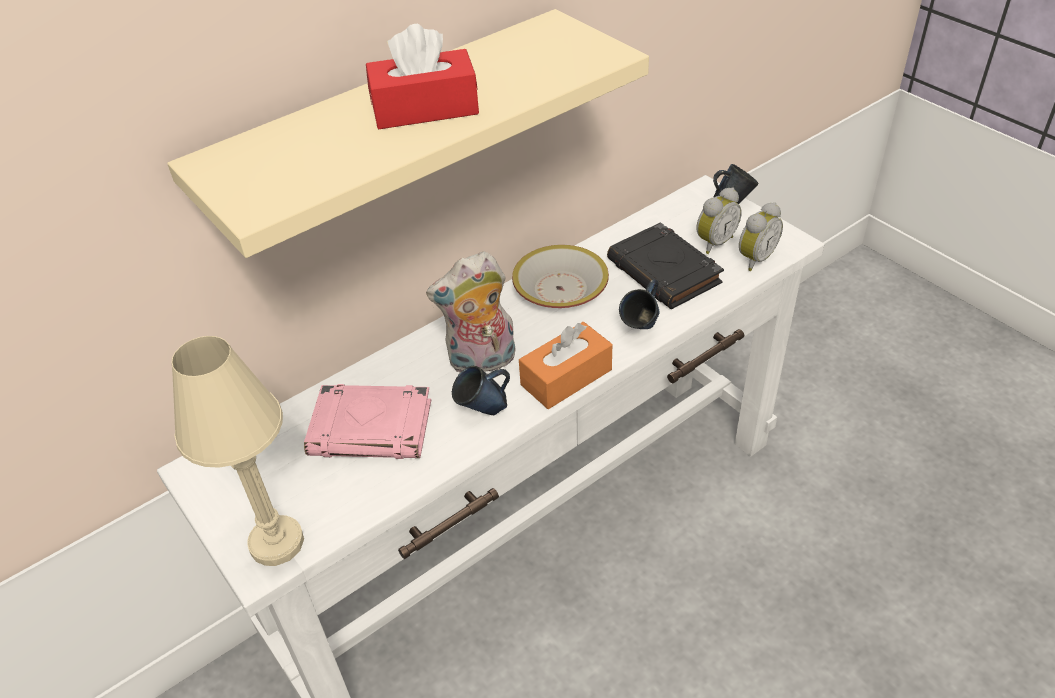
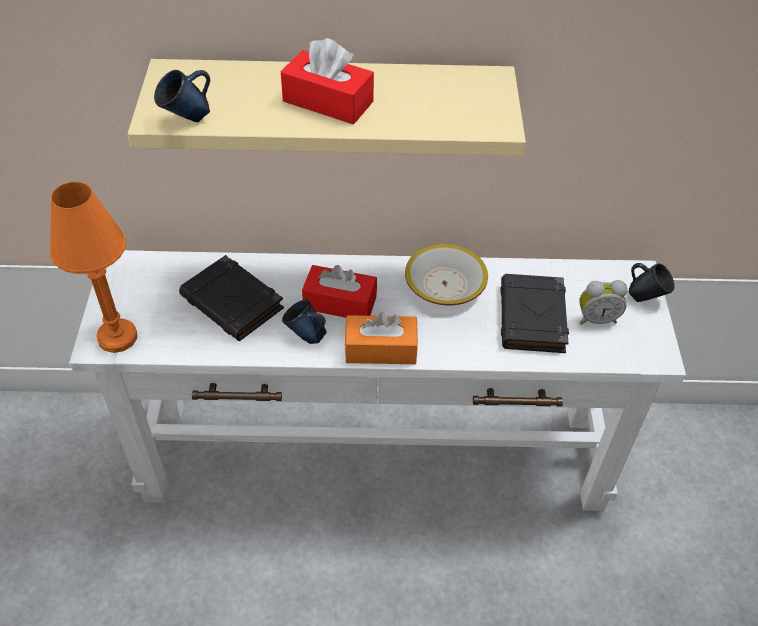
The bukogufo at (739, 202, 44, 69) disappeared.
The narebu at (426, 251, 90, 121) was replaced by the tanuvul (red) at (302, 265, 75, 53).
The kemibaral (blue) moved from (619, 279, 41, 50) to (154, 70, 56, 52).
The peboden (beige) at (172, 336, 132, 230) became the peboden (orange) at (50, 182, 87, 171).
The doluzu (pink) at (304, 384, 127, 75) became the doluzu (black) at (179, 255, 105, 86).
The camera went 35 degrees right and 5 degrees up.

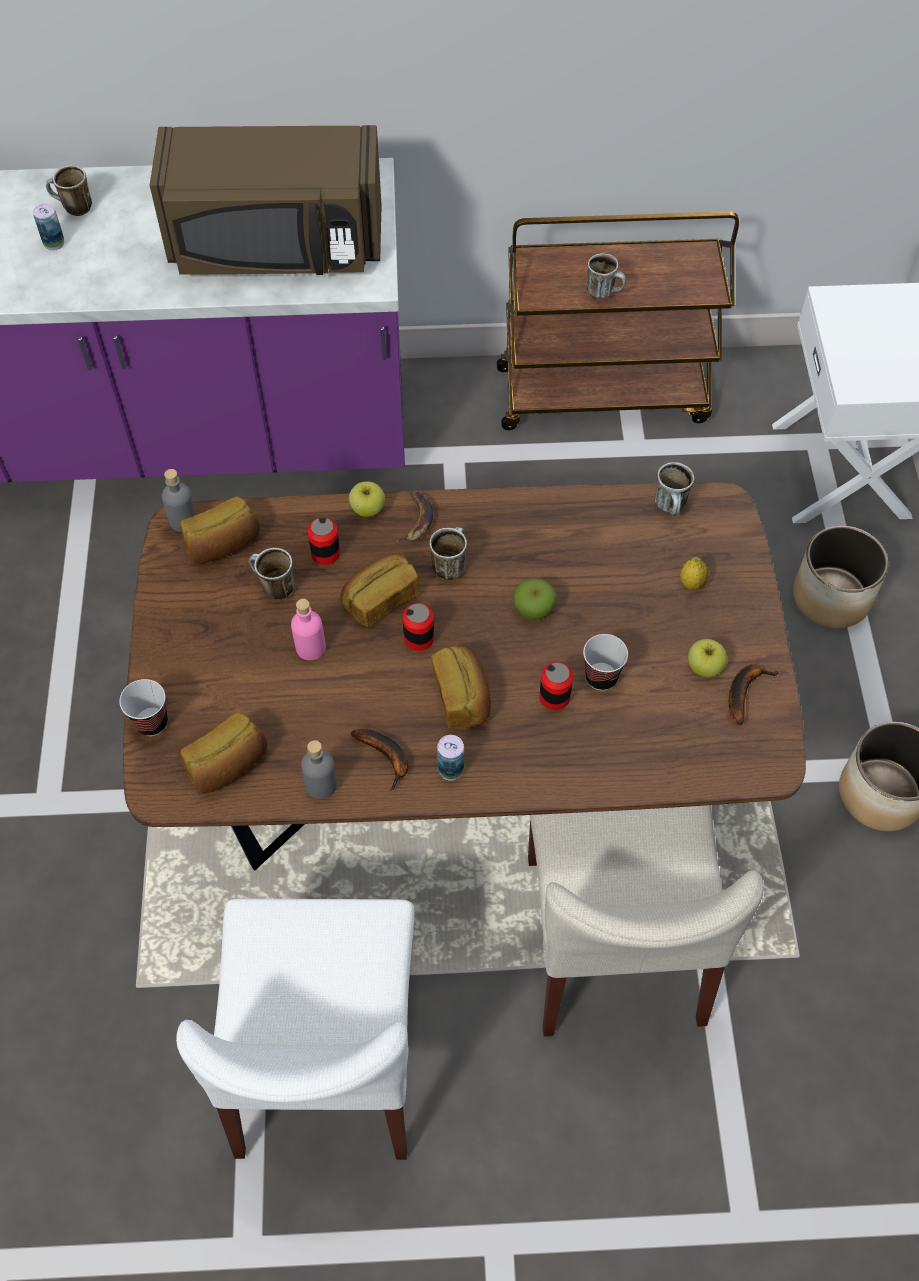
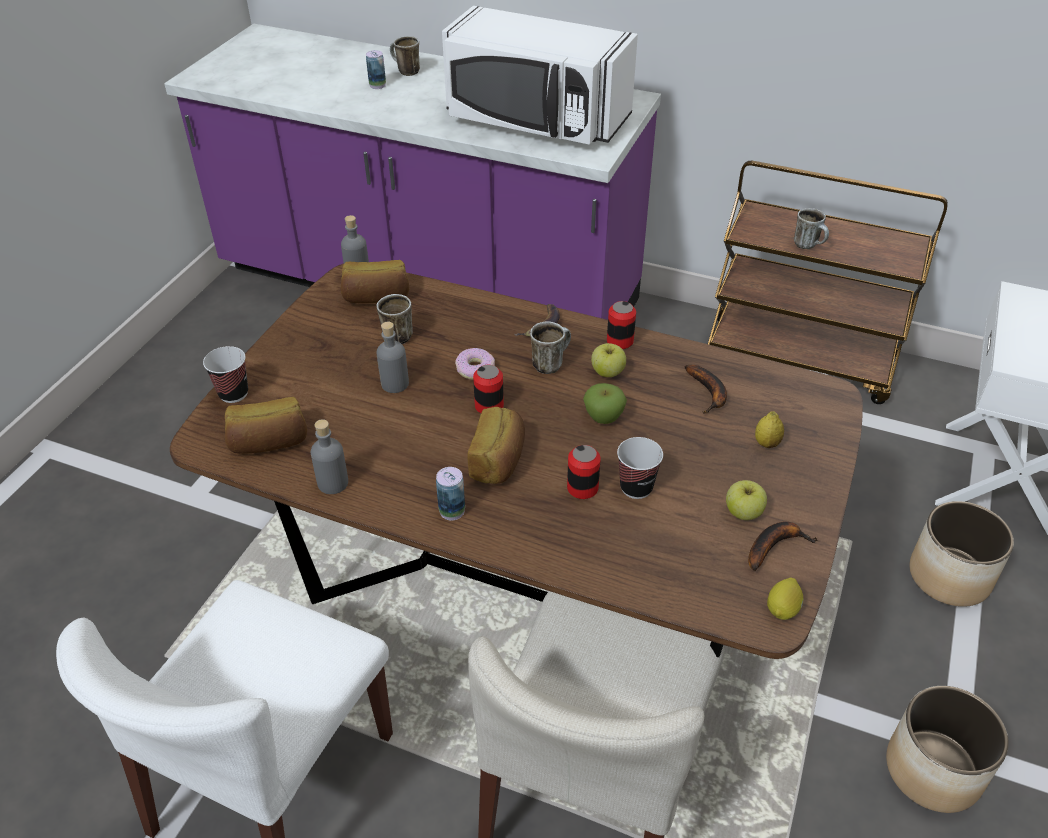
The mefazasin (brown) at (150, 125, 232, 150) became the mefazasin (white) at (442, 6, 196, 139).
The kemibaral at (655, 462, 39, 54) disappeared.
The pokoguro moved from (349, 481, 36, 36) to (591, 343, 35, 34).
The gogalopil moved from (308, 518, 32, 47) to (607, 301, 29, 48).
The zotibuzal at (340, 553, 80, 74) was replaced by the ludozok at (455, 348, 40, 32).
The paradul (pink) at (291, 599, 35, 61) became the paradul (grey) at (377, 322, 32, 71).
The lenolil moved from (350, 729, 59, 62) to (684, 365, 43, 49).
The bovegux at (767, 578, 36, 42) appeared.
The camera went 25 degrees right and 15 degrees down.

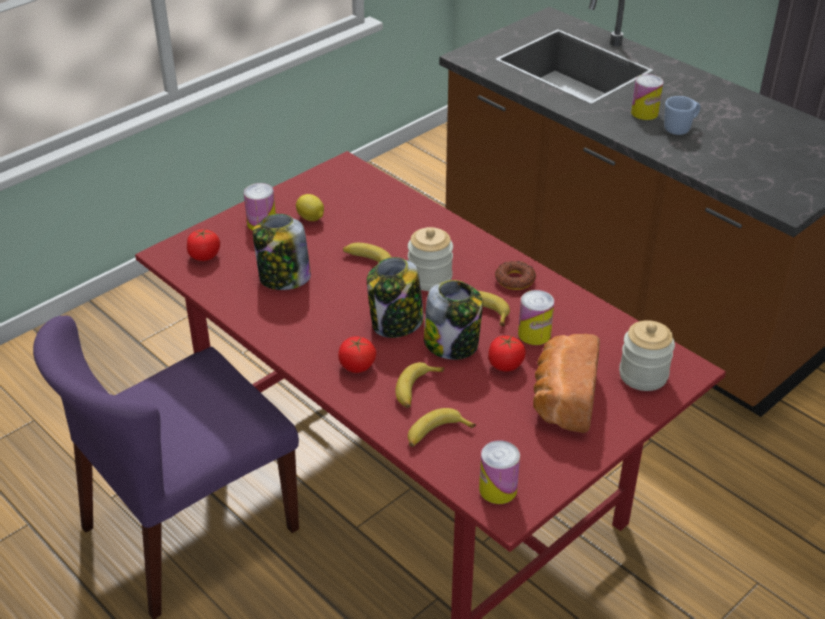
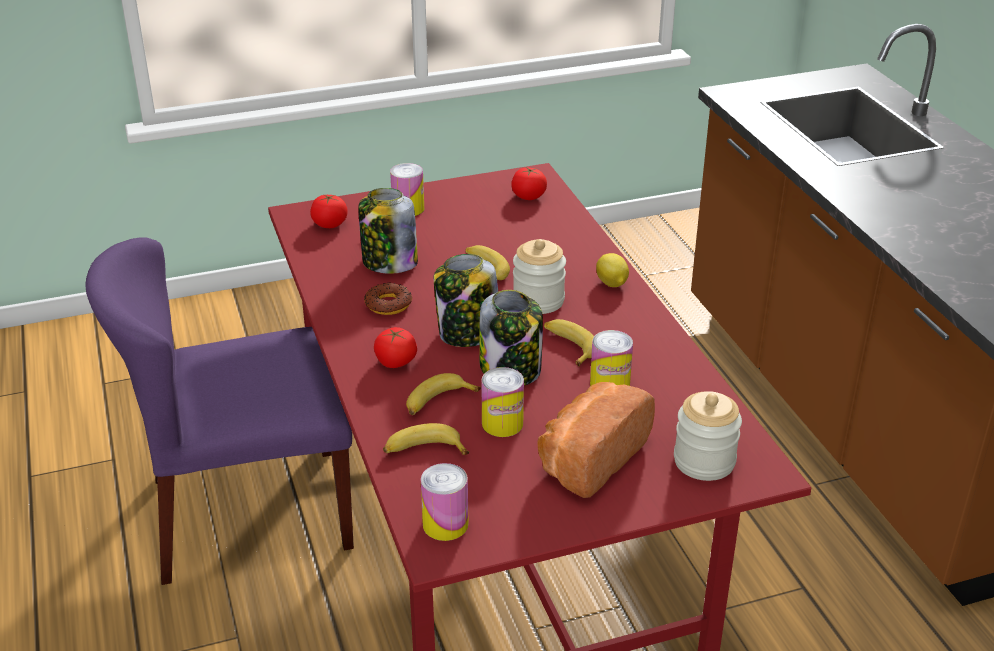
The gogalopil moved from (631, 74, 32, 46) to (481, 367, 43, 70).
The kemibaral (blue) at (664, 96, 36, 39) disappeared.
The bovegux moved from (296, 194, 28, 27) to (596, 253, 33, 34).
The ludozok moved from (495, 261, 41, 29) to (364, 282, 48, 33).
The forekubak moved from (488, 336, 38, 35) to (511, 167, 36, 33).
The camera went 25 degrees right and 5 degrees down.

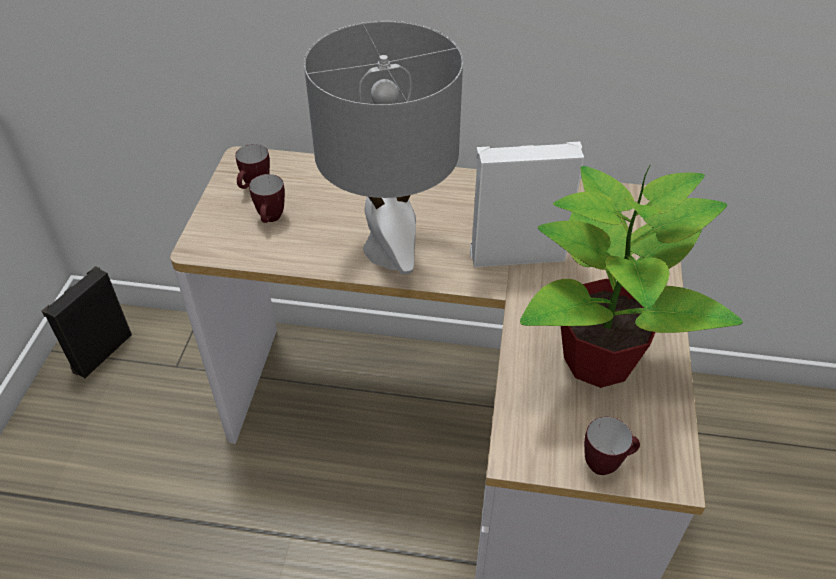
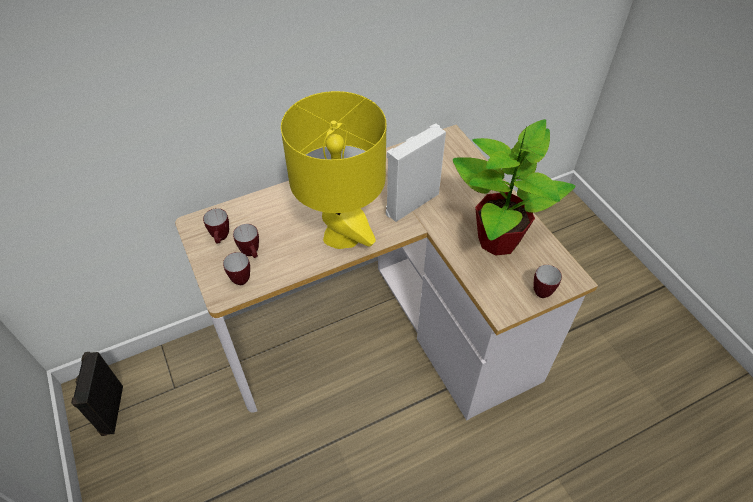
The peboden (grey) at (304, 21, 159, 253) became the peboden (yellow) at (281, 91, 105, 158).
The kemibaral at (223, 252, 27, 33) appeared.
The camera went 35 degrees left and 5 degrees up.

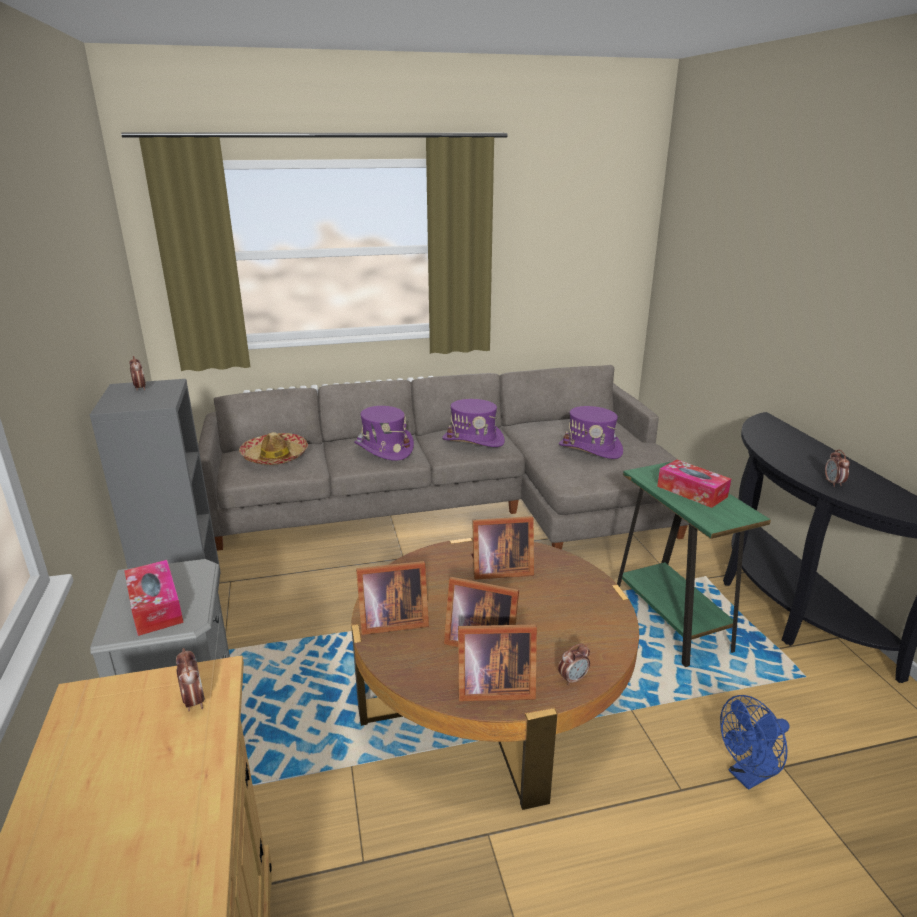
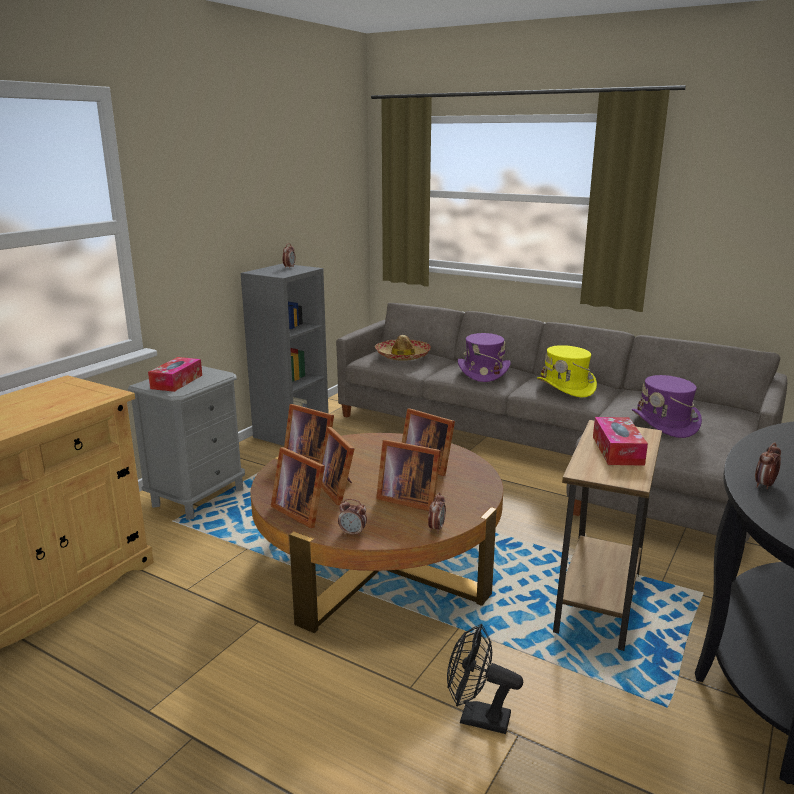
The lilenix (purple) at (442, 399, 63, 48) became the lilenix (yellow) at (537, 345, 60, 52).
The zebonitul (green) at (617, 461, 154, 206) became the zebonitul (brown) at (553, 420, 109, 231).
The bukogufo moved from (176, 648, 29, 63) to (428, 493, 18, 41).
The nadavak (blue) at (720, 695, 69, 95) became the nadavak (black) at (447, 624, 76, 110).
The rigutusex at (376, 440, 65, 71) appeared.
The camera went 45 degrees right and 5 degrees down.

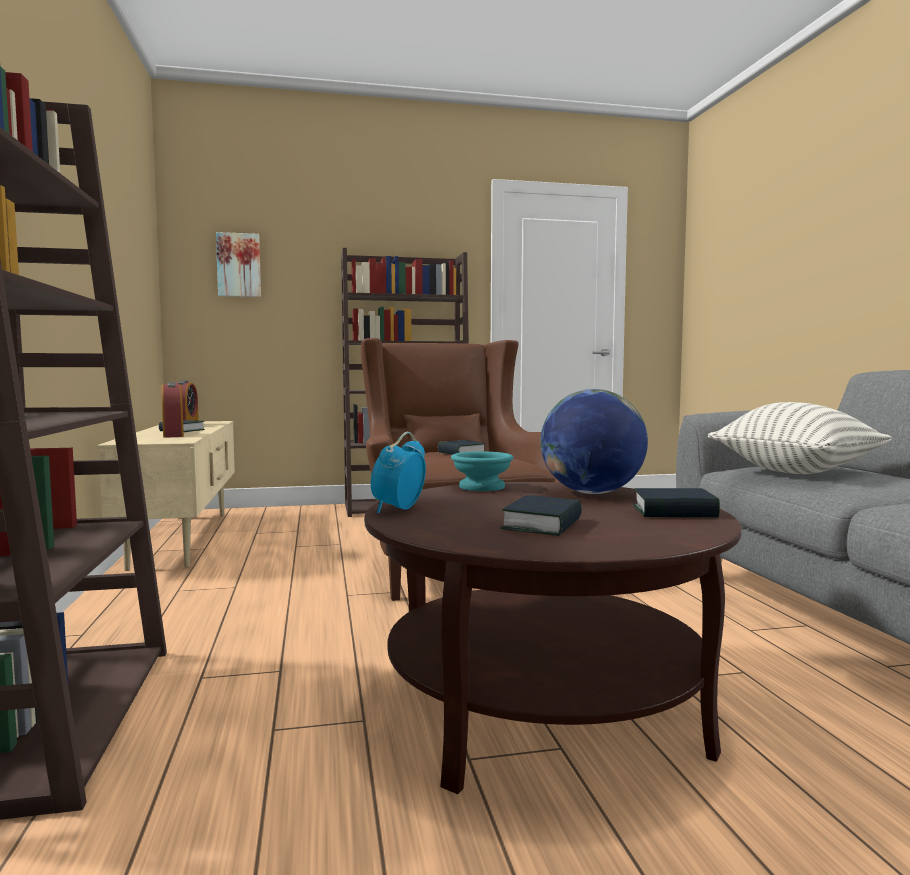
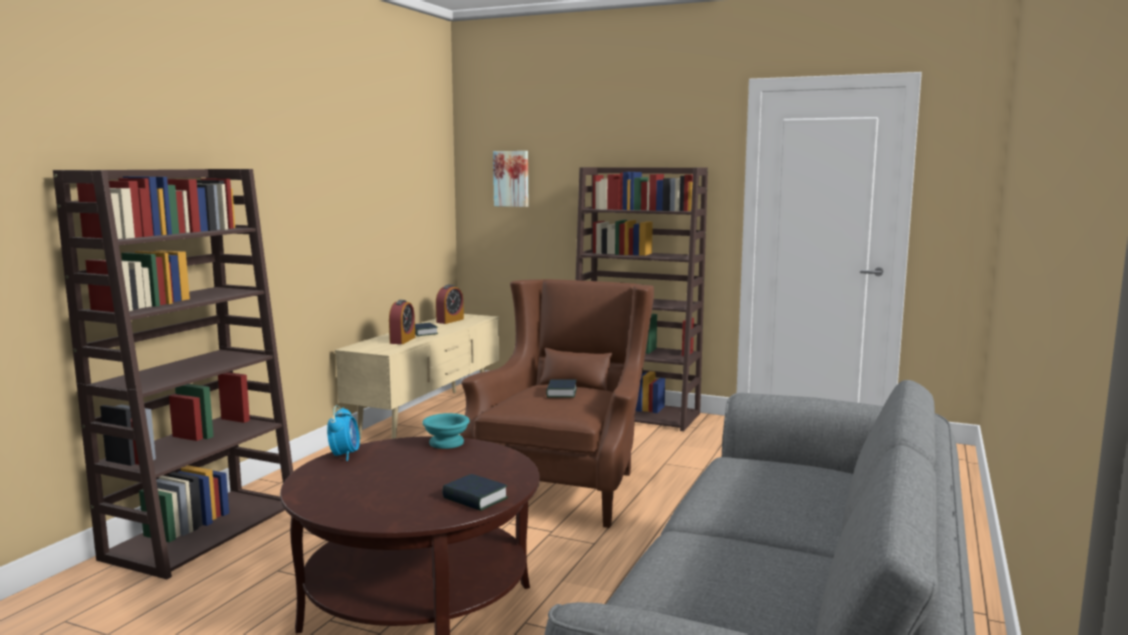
The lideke at (541, 389, 107, 105) disappeared.
The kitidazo at (708, 402, 184, 72) disappeared.
The bukogufo at (371, 432, 55, 81) turned 120 degrees clockwise.
The doluzu at (500, 495, 82, 41) disappeared.
The camera went 35 degrees right and 5 degrees up.

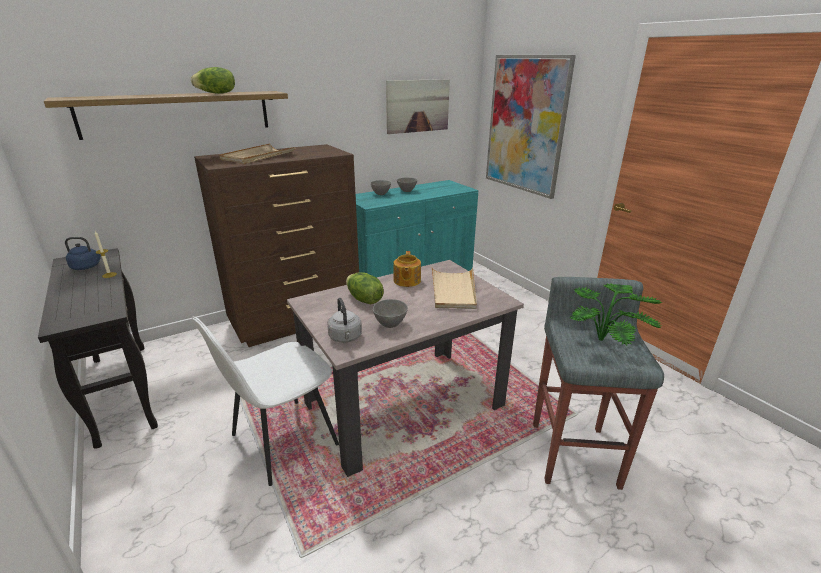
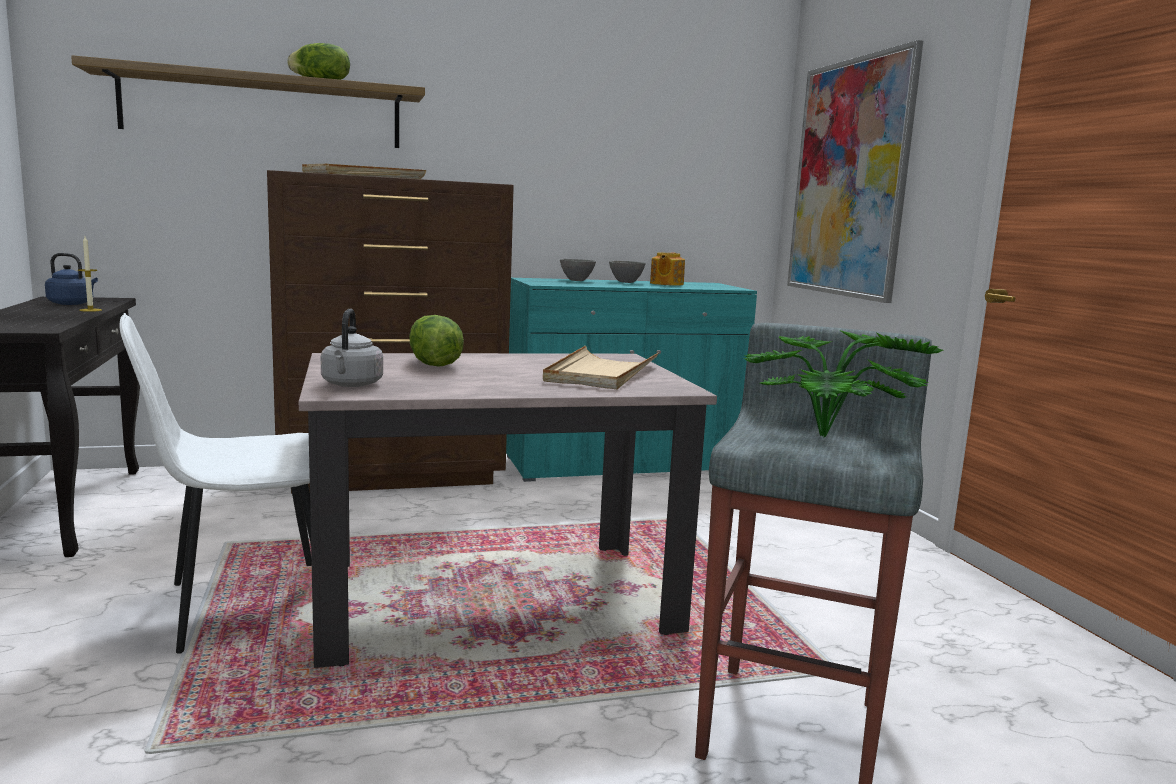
The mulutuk at (386, 79, 64, 55) disappeared.
The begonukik moved from (393, 251, 28, 36) to (650, 252, 35, 34).
The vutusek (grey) at (373, 299, 35, 29) disappeared.
The camera went 15 degrees right and 15 degrees down.

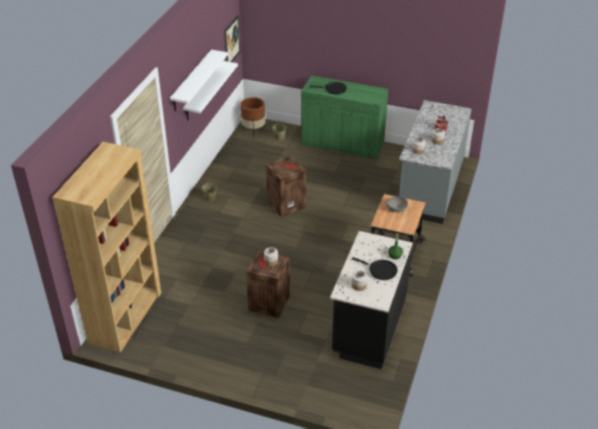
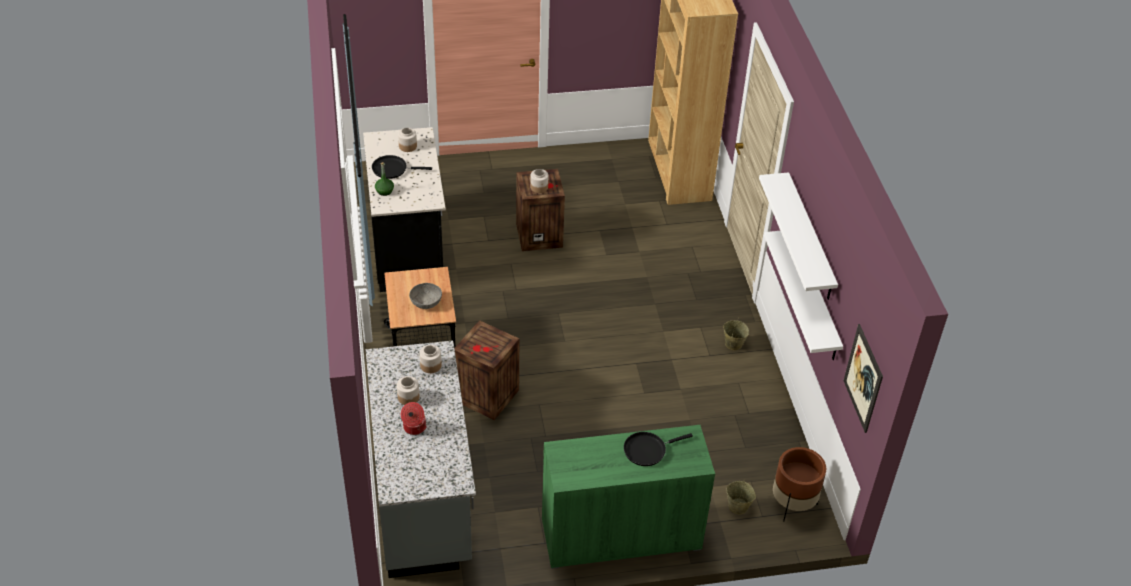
The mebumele moved from (266, 156, 40, 61) to (454, 320, 65, 100).
The camera went 150 degrees right and 5 degrees up.

